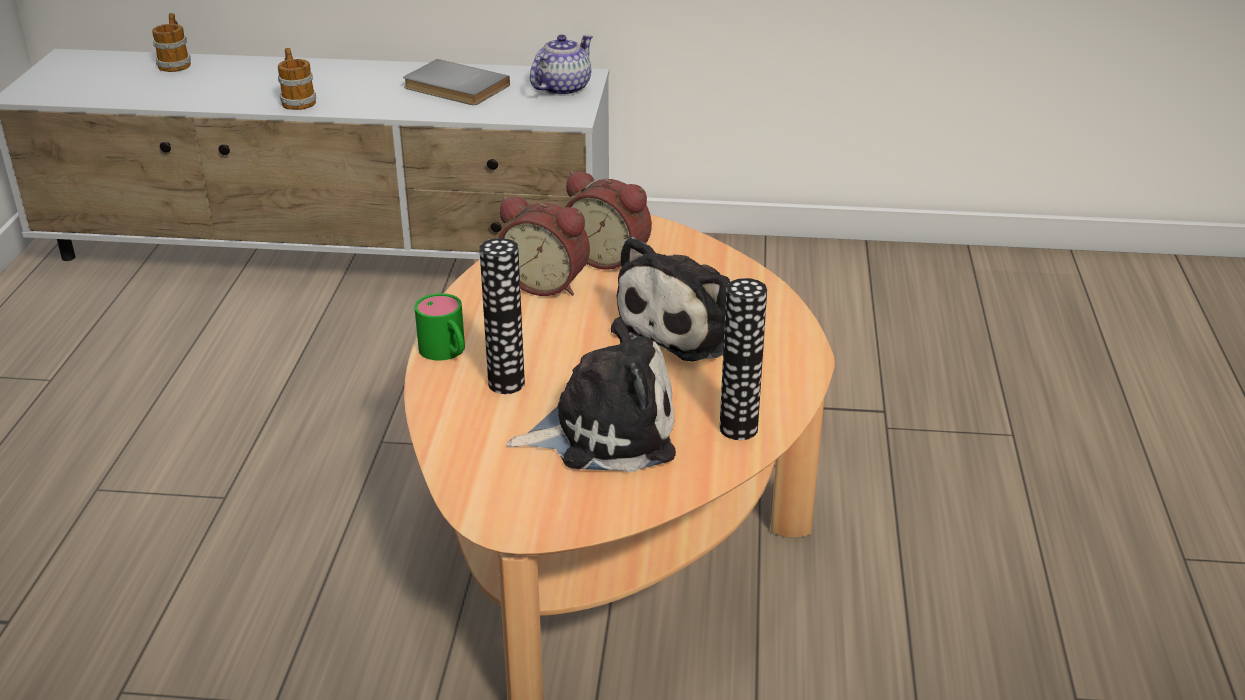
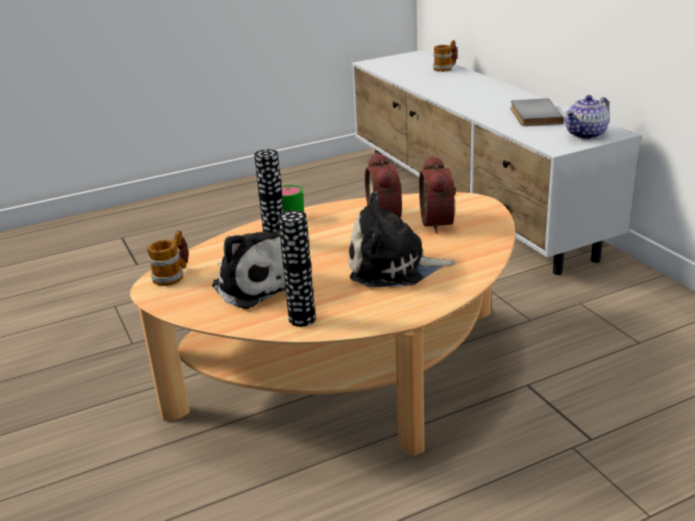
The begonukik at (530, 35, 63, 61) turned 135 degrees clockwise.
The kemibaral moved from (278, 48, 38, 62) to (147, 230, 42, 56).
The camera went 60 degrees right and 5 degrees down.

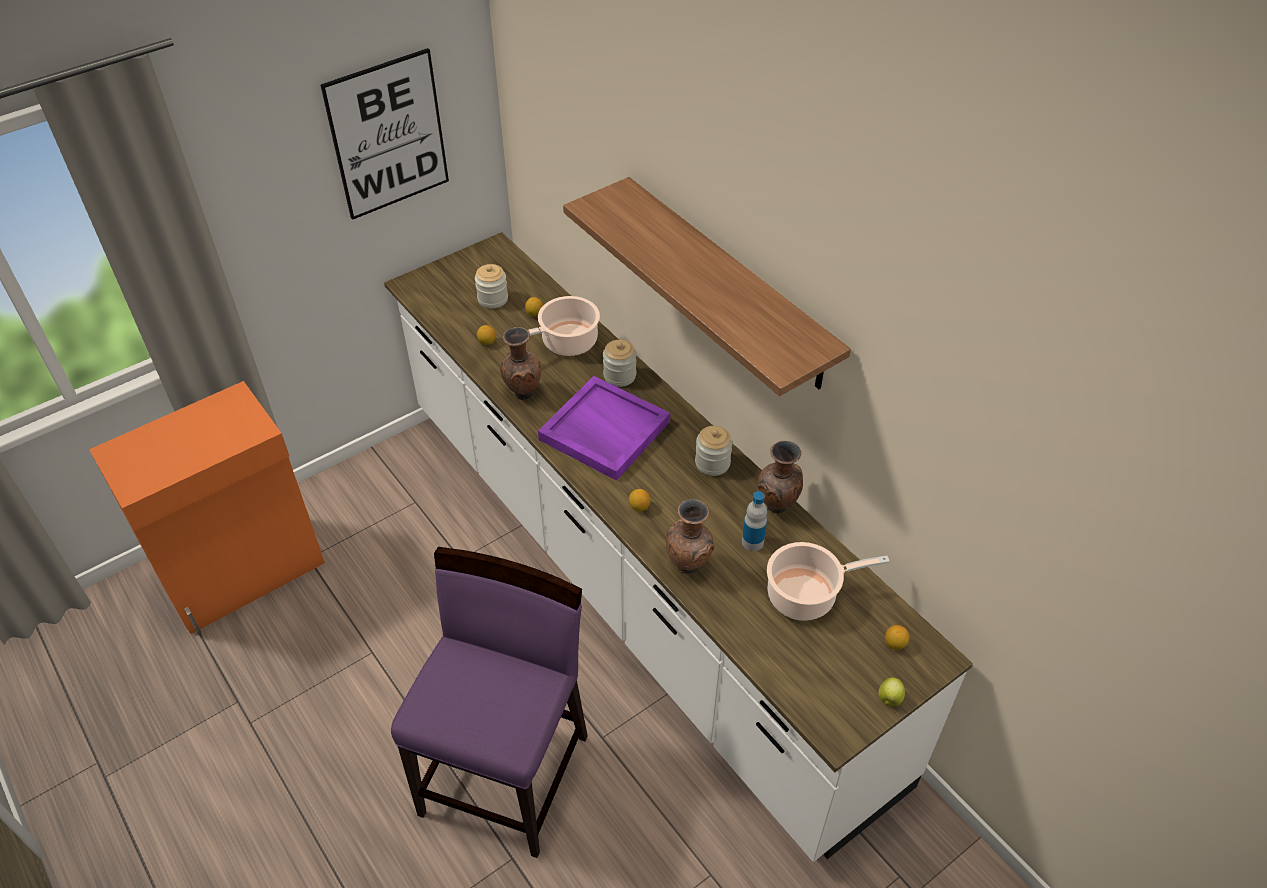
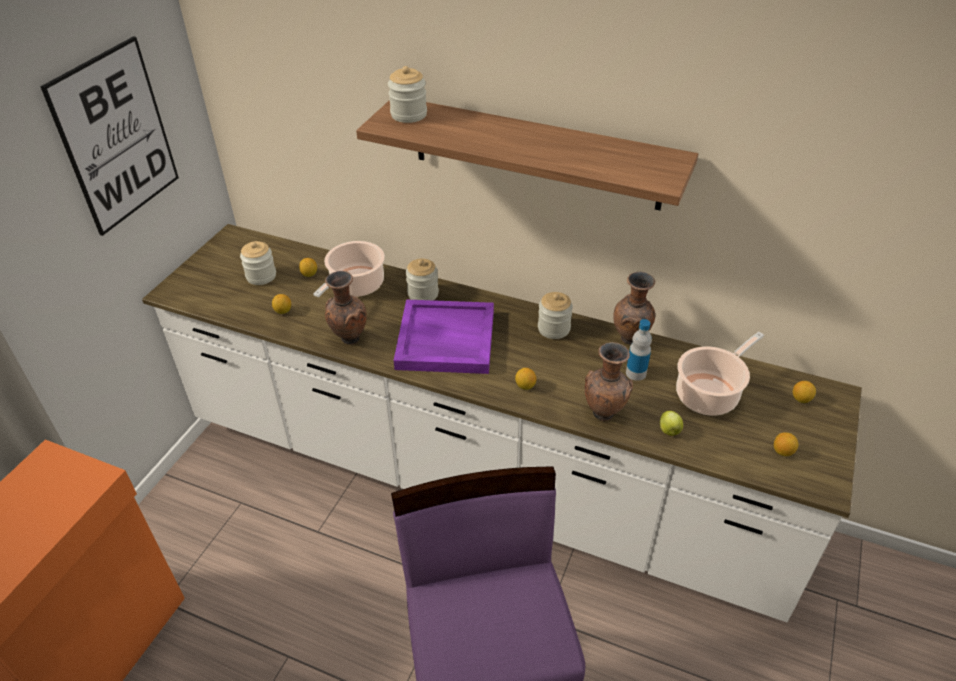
The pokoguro moved from (878, 677, 27, 29) to (660, 411, 23, 25).
The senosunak at (388, 66, 39, 57) appeared.
The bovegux at (774, 432, 24, 24) appeared.
The camera went 30 degrees left and 5 degrees down.

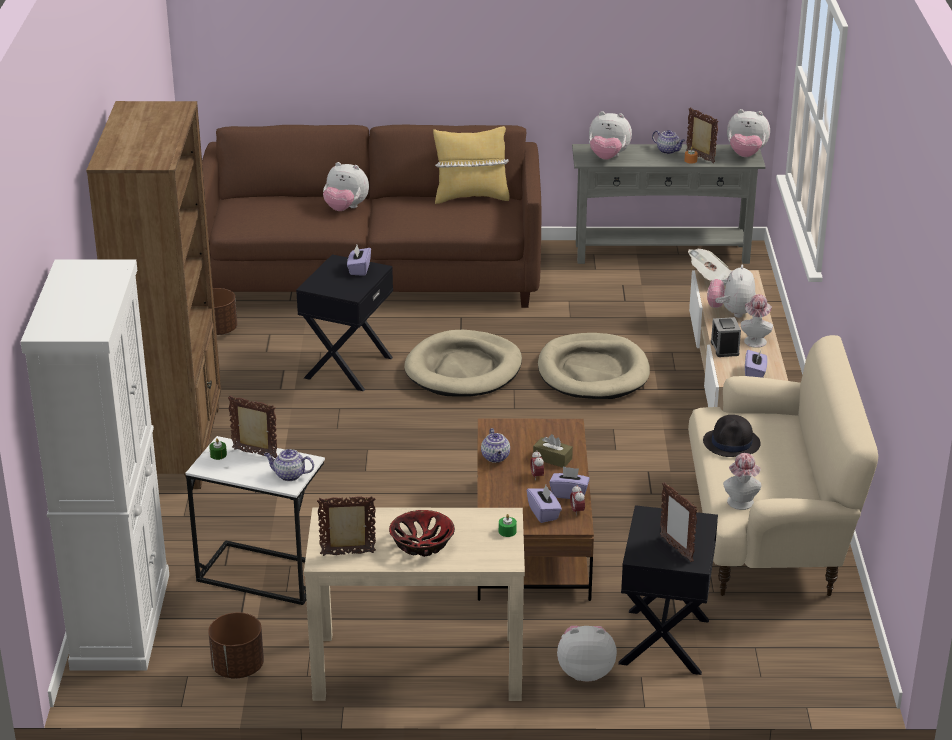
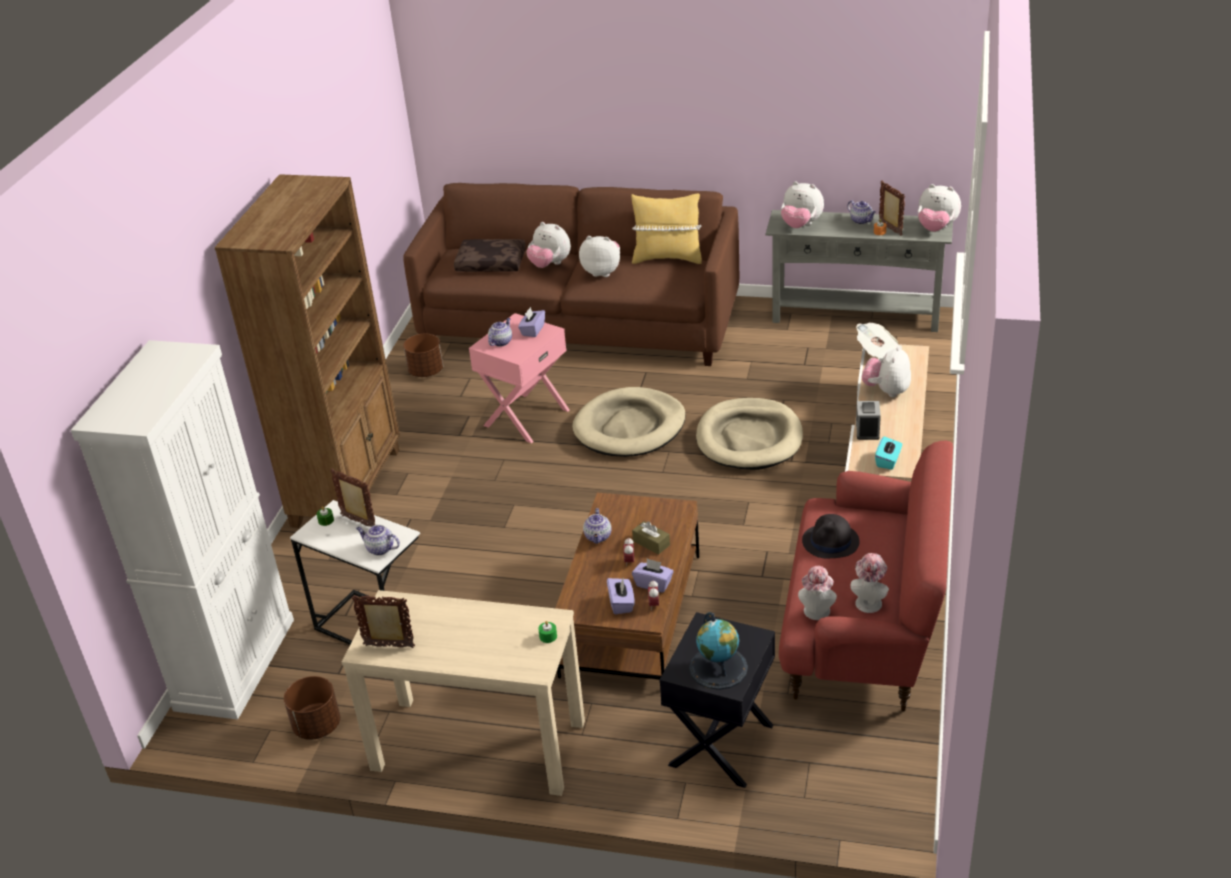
The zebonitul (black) at (296, 254, 97, 137) became the zebonitul (pink) at (469, 313, 101, 131).
The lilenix moved from (741, 294, 32, 54) to (850, 553, 39, 60).
The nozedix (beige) at (688, 335, 190, 261) became the nozedix (red) at (779, 441, 174, 271).
The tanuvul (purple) at (745, 350, 22, 28) became the tanuvul (turquoise) at (875, 436, 27, 34).
The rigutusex at (660, 482, 38, 80) was replaced by the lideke at (689, 612, 59, 78).
The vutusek at (389, 510, 66, 47) disappeared.
The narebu moved from (557, 626, 60, 56) to (579, 236, 41, 41).
The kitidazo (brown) at (454, 239, 72, 33) appeared.
The begonukik at (488, 318, 24, 29) appeared.
The camera went 15 degrees right and 5 degrees up.

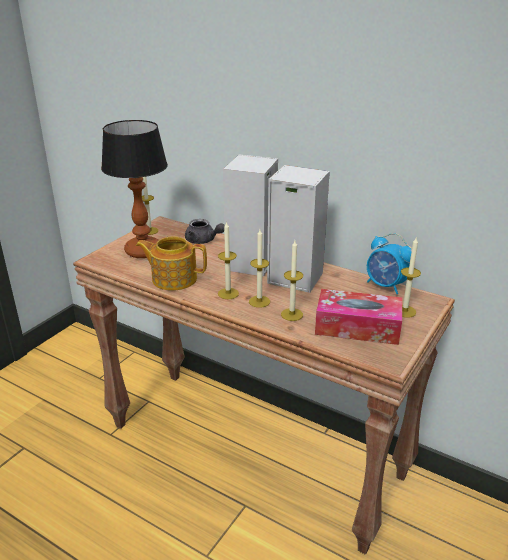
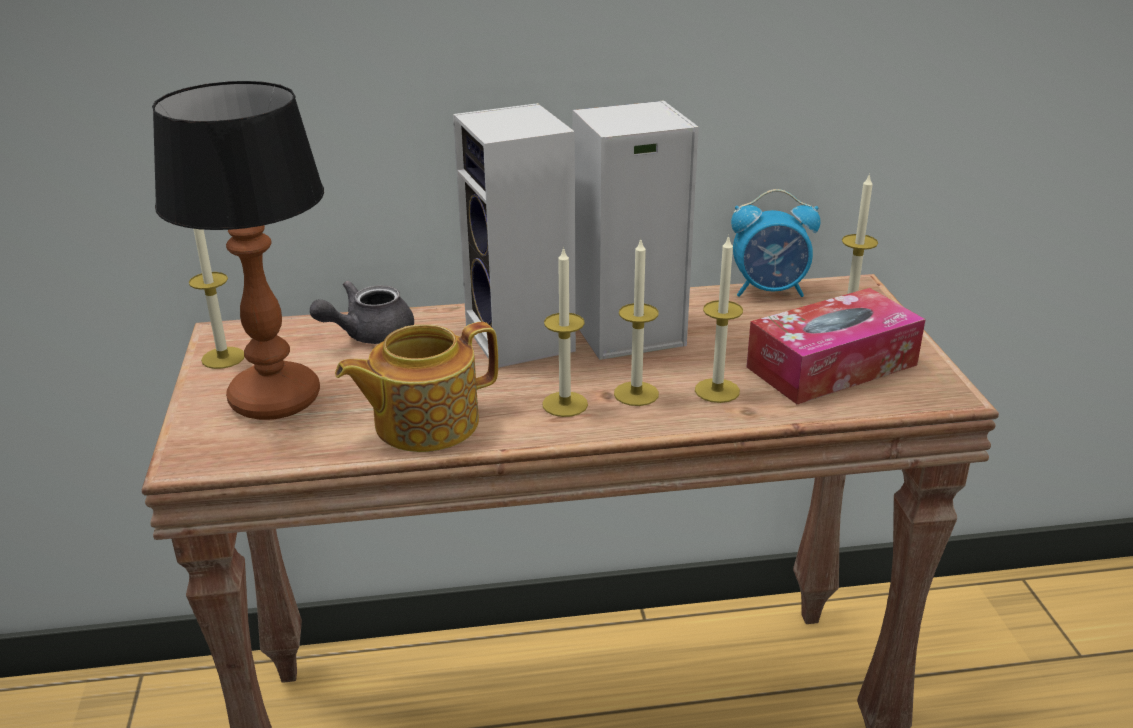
The begonukik (grey) at (185, 219, 39, 25) turned 150 degrees clockwise.
The camera went 40 degrees left and 0 degrees up.

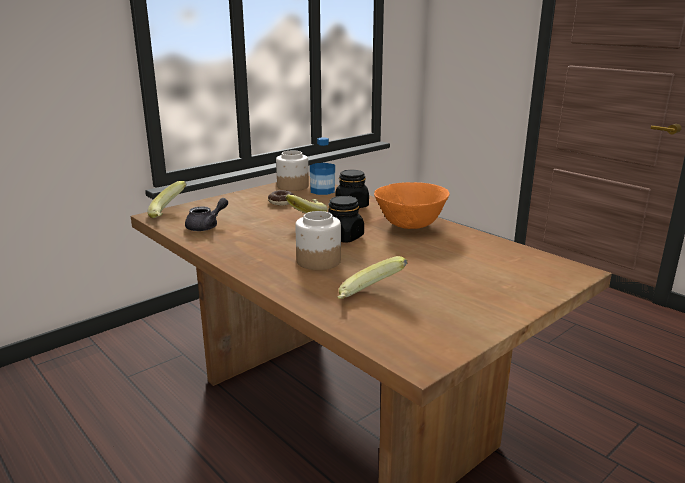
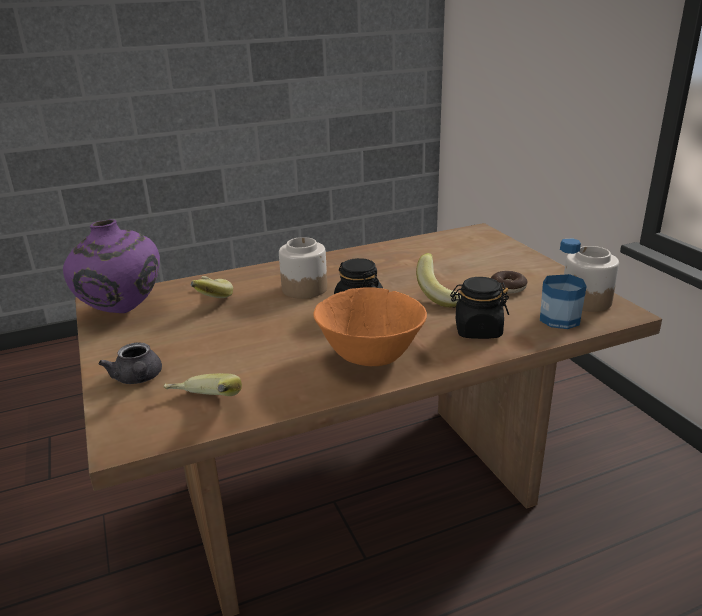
The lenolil moved from (147, 181, 40, 37) to (163, 373, 79, 23).
The begonukik (grey) moved from (185, 198, 43, 33) to (99, 343, 63, 41).
The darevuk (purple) at (63, 219, 97, 94) appeared.
The camera went 110 degrees right and 5 degrees up.

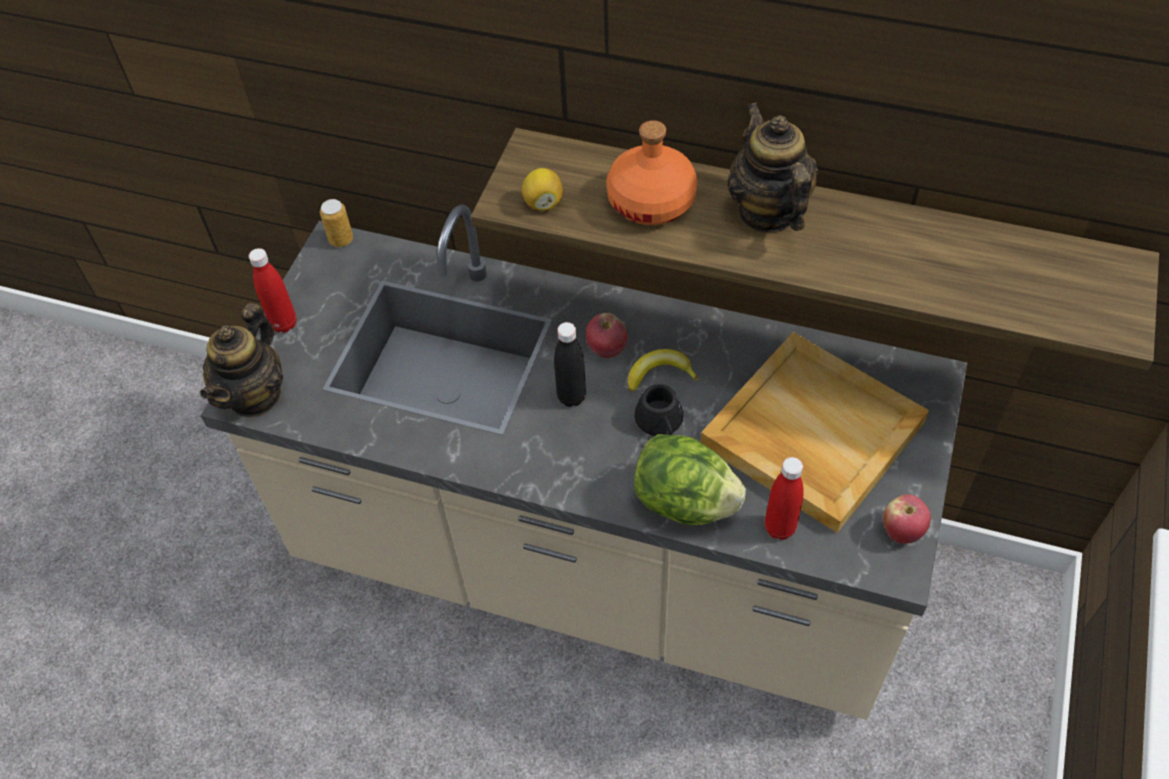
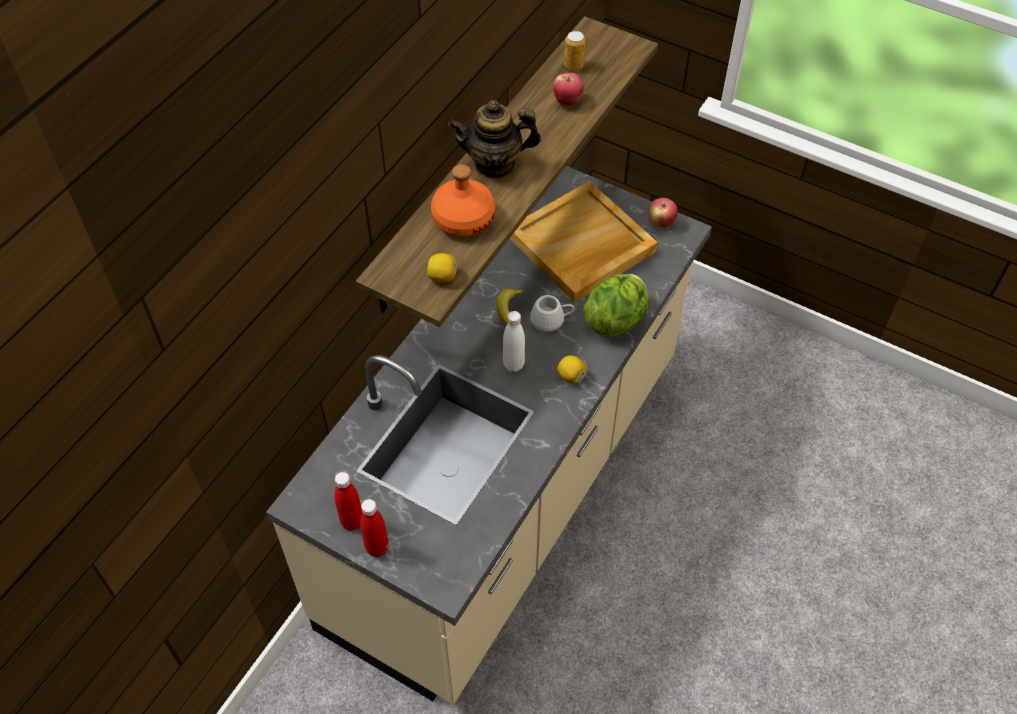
The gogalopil moved from (320, 199, 33, 48) to (564, 31, 21, 40).
The begonukik at (200, 303, 83, 114) disappeared.
The pokoguro moved from (586, 313, 42, 45) to (554, 73, 30, 33).
The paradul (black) at (554, 322, 32, 85) became the paradul (white) at (503, 311, 22, 61).
The kemibaral (black) at (635, 384, 48, 52) became the kemibaral (white) at (530, 295, 44, 37).
The paradul (red) moved from (765, 457, 39, 83) to (335, 472, 28, 59).
The bovegux at (557, 355, 30, 29) appeared.
The camera went 80 degrees left and 0 degrees up.

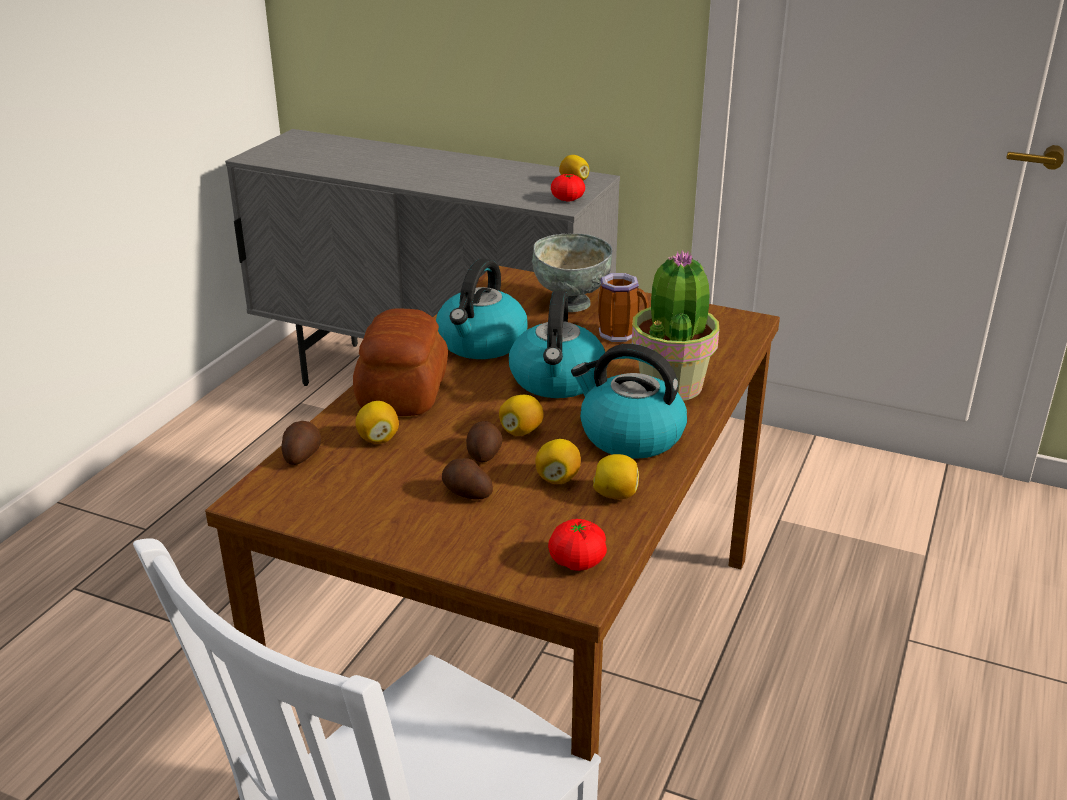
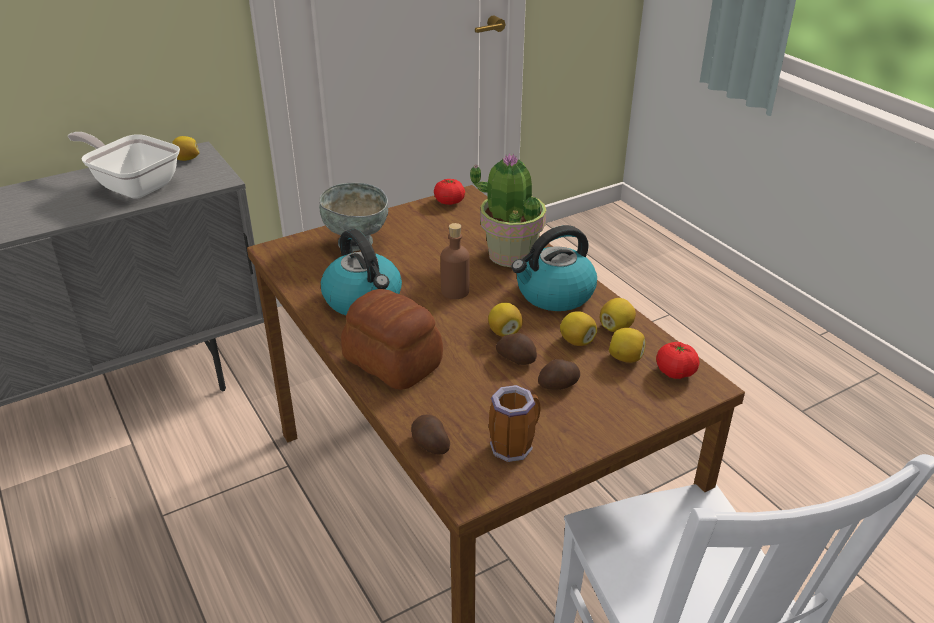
The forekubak moved from (551, 174, 34, 27) to (434, 179, 31, 26).
The kemibaral moved from (598, 273, 51, 69) to (489, 385, 51, 77).
The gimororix at (509, 291, 96, 107) was replaced by the paradul (brown) at (441, 223, 29, 76).
The bovegux moved from (355, 401, 44, 43) to (609, 328, 37, 35).
The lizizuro at (68, 132, 112, 67) appeared.
The camera went 55 degrees left and 5 degrees up.

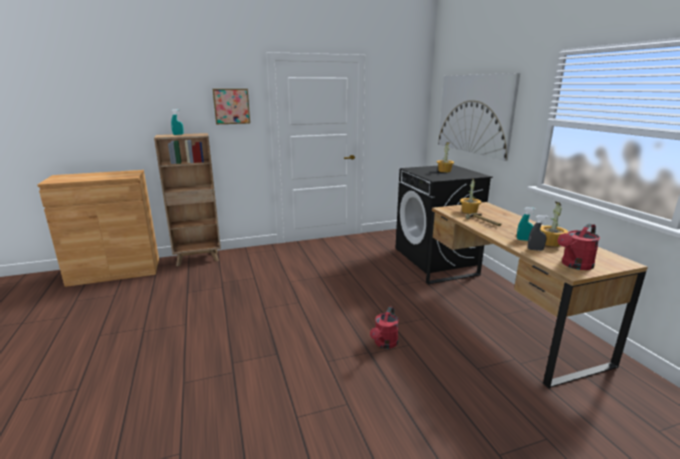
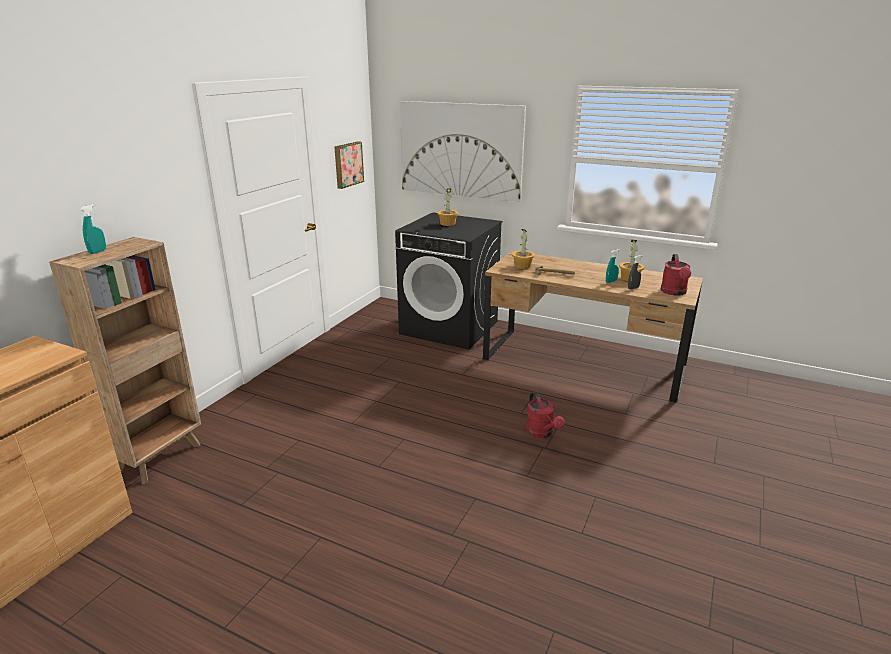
The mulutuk moved from (213, 89, 37, 35) to (335, 141, 29, 48).
The camera went 45 degrees left and 5 degrees up.

